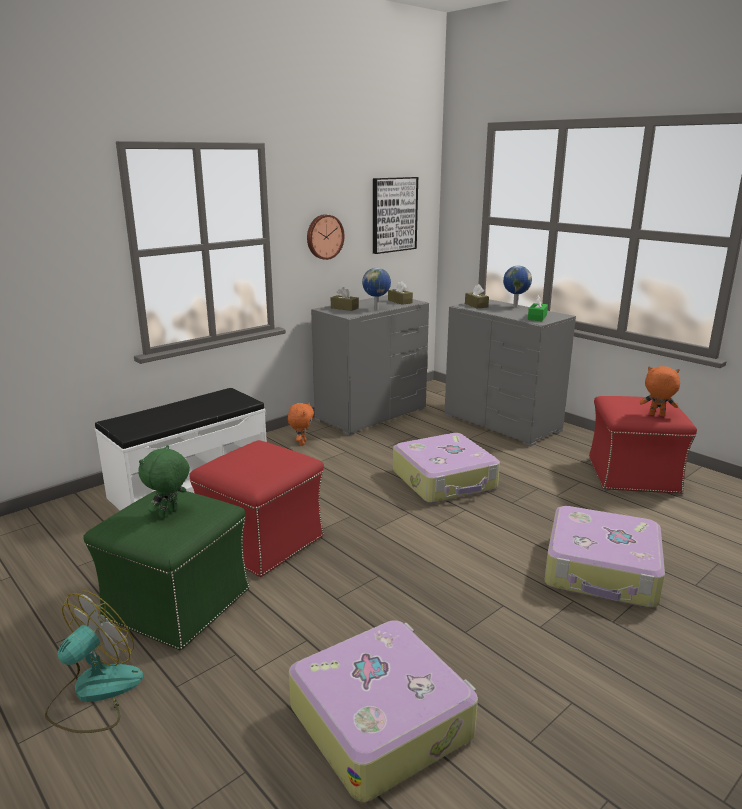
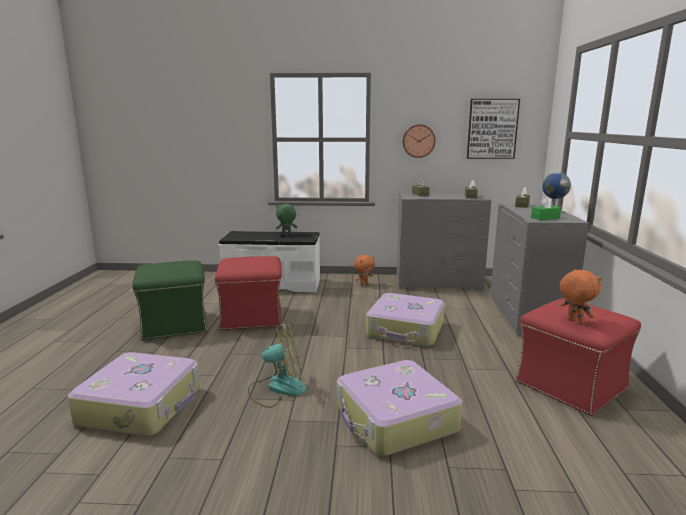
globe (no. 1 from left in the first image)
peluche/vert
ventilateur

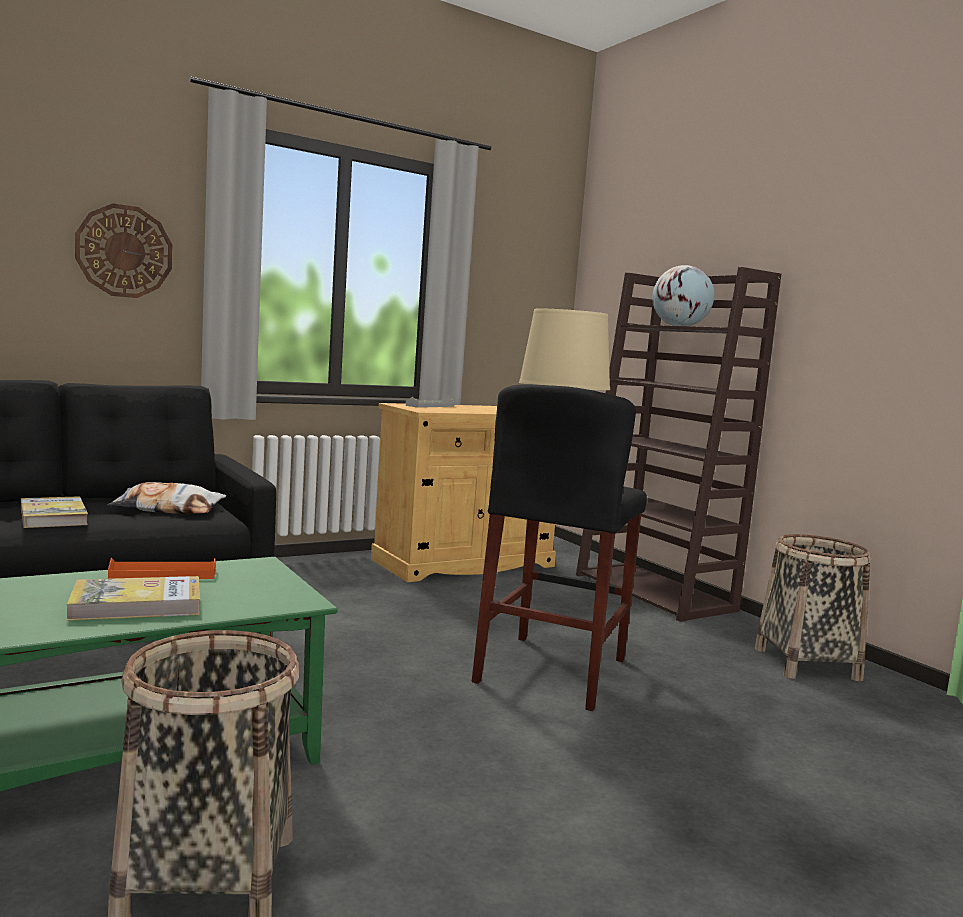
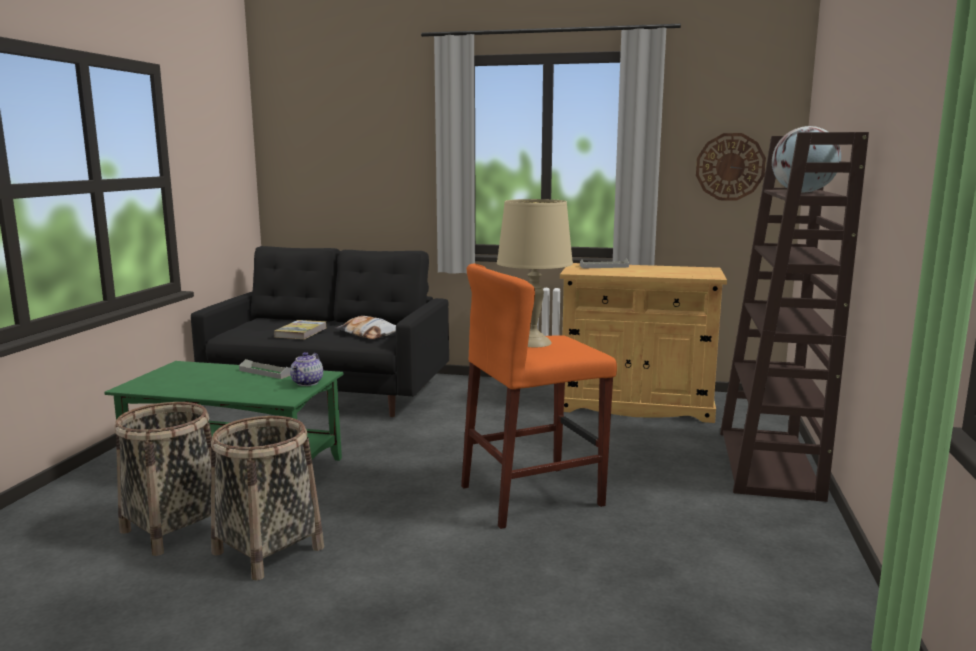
horloge murale
tabouret/orange
panier (no. 2 from left)
plateau/gris (no. 1 from left)
livre (no. 2 from left in the first image)
théière

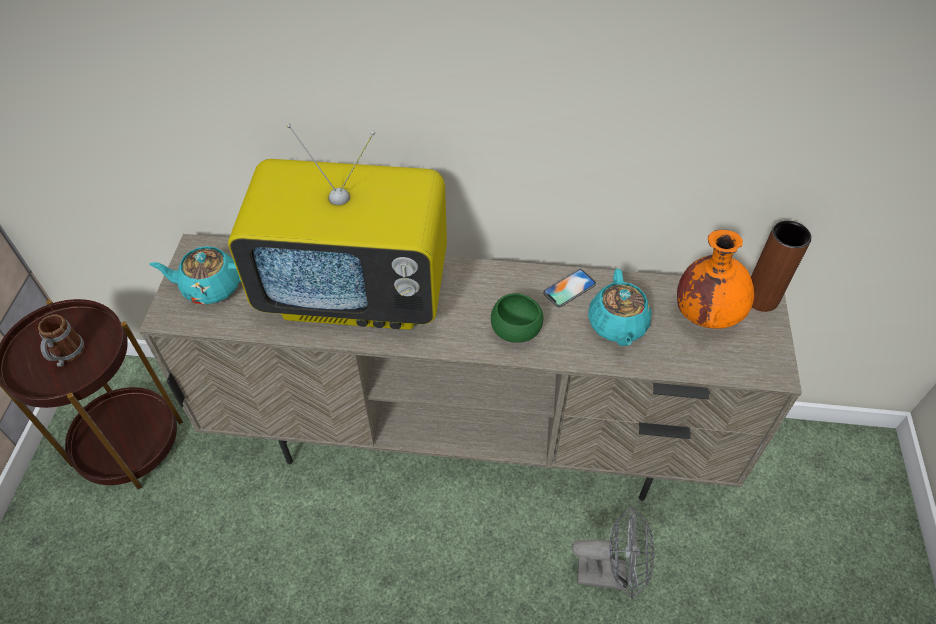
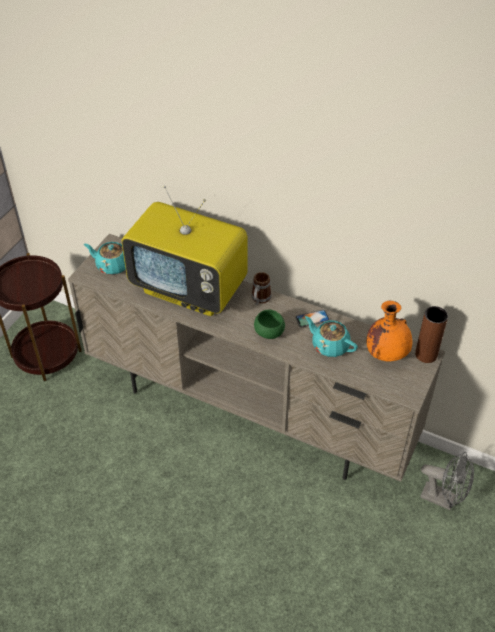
théière/turquoise (no. 2 from left)
mug
ventilateur/gris

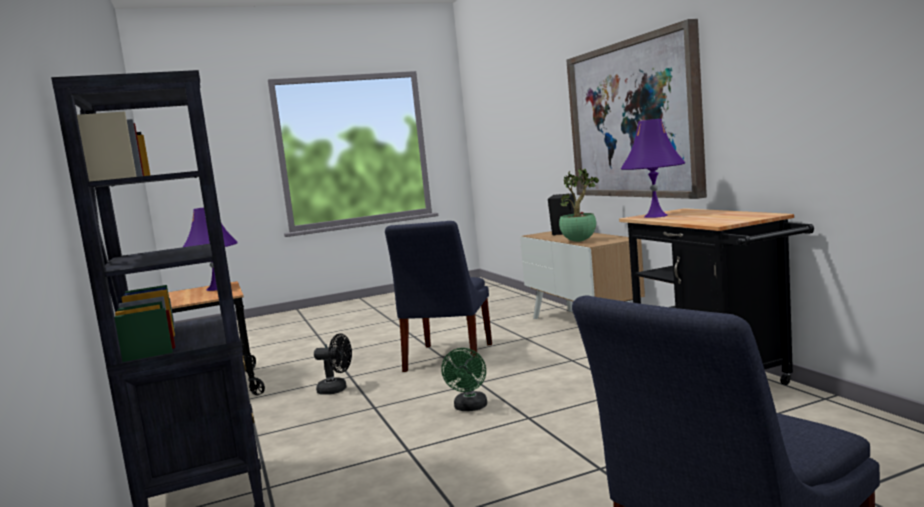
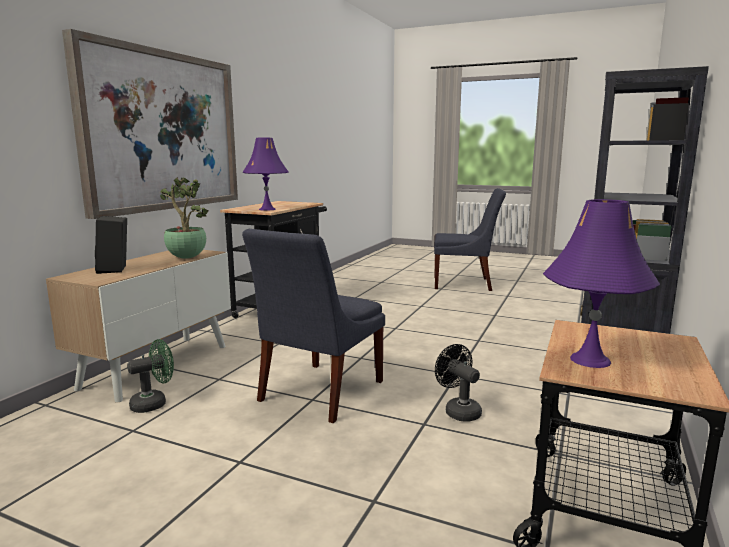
chaise/bleu (no. 1 from left)
ventilateur/vert

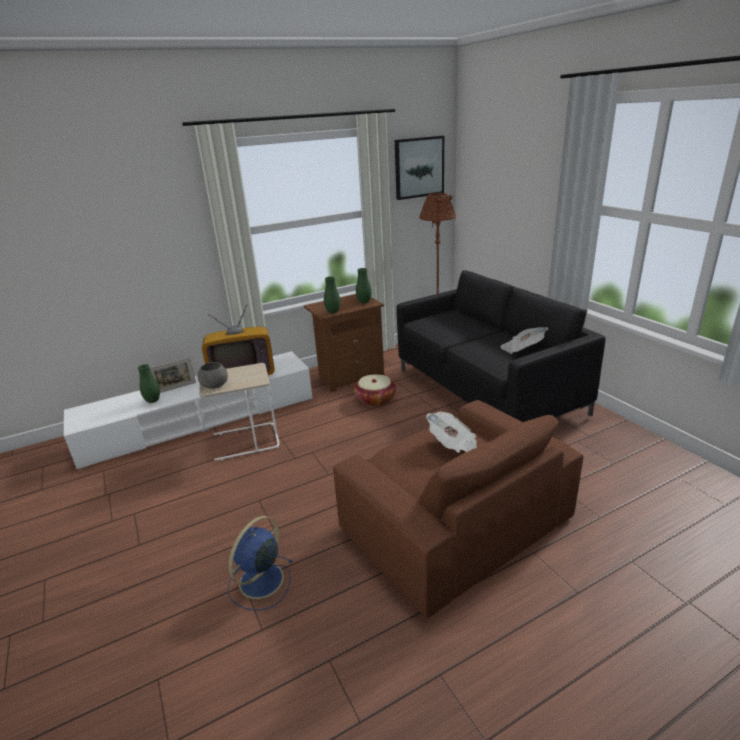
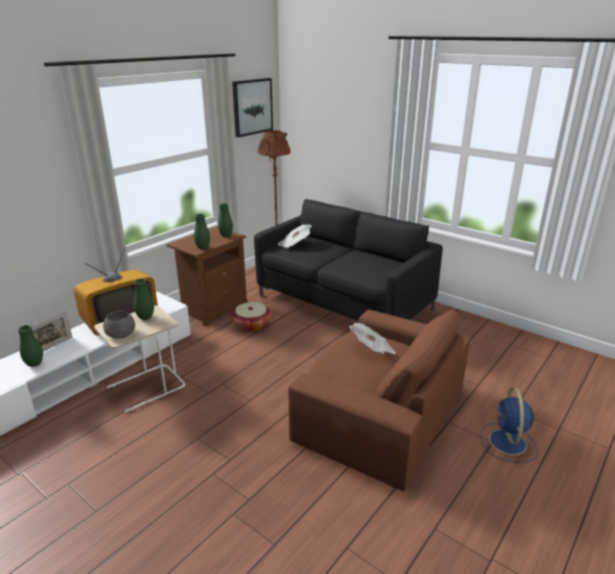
journal (no. 1 from left)
ventilateur/bleu
vase/vert (no. 2 from left)

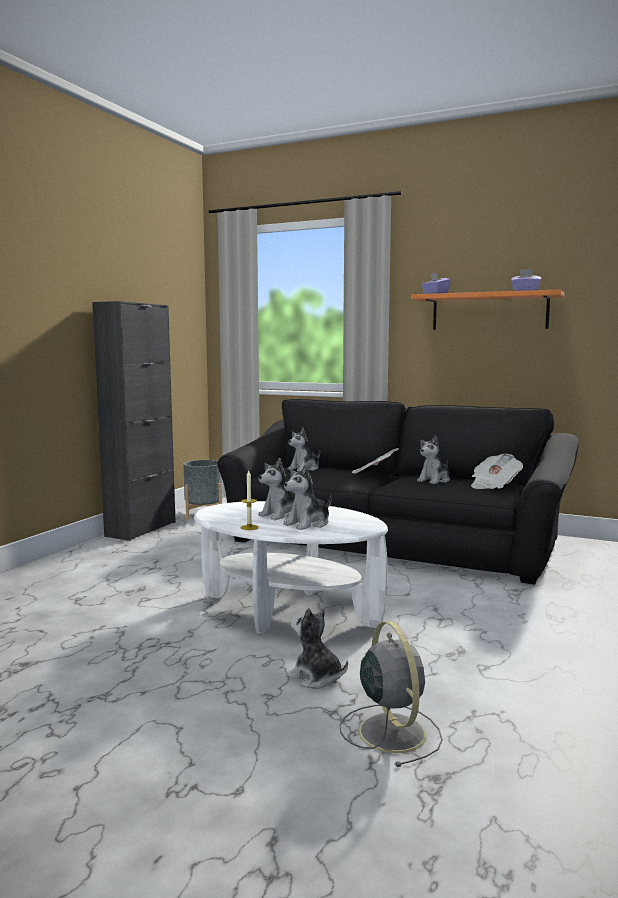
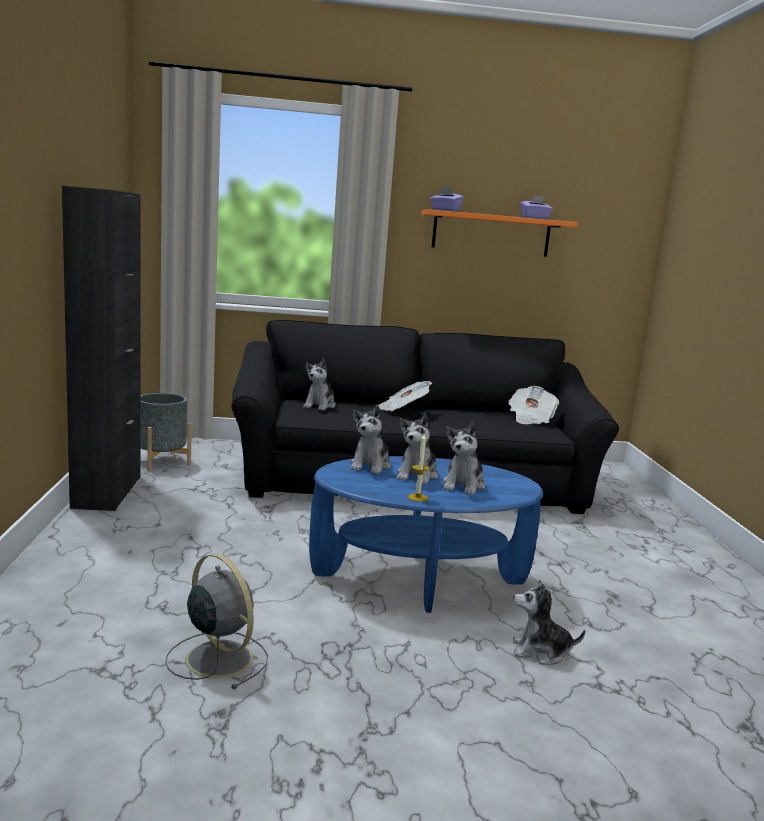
peluche (no. 2 from left)
table basse/bleu
ventilateur/gris

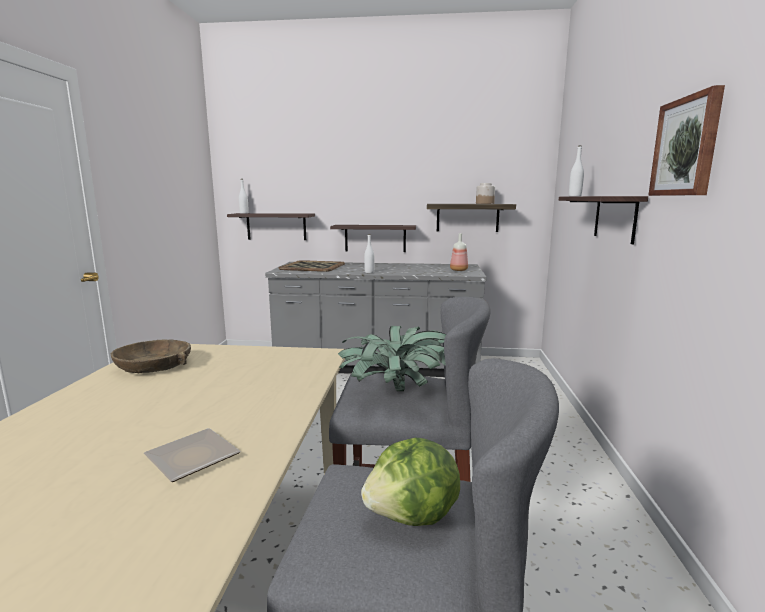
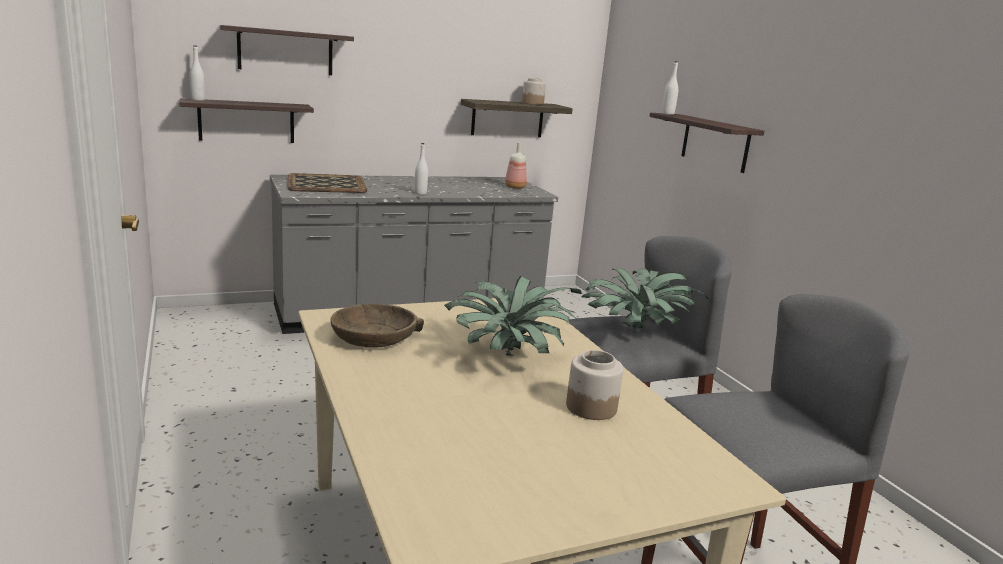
tableau
étagère (no. 2 from left)
bocal (no. 2 from left)
laitue
plante en pot (no. 1 from left)

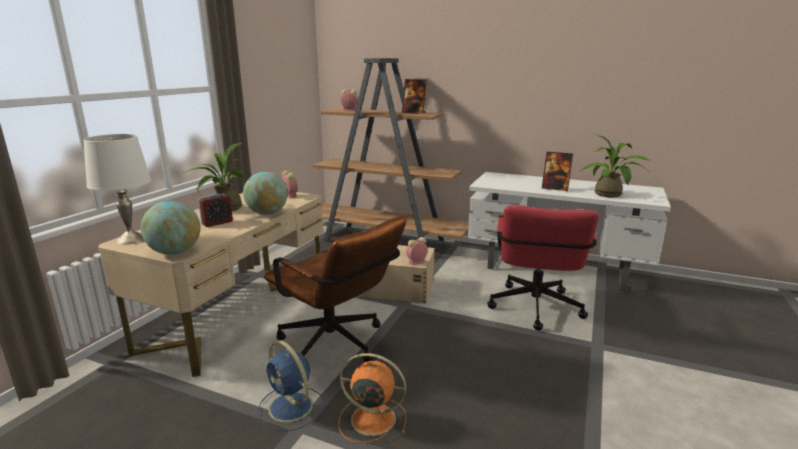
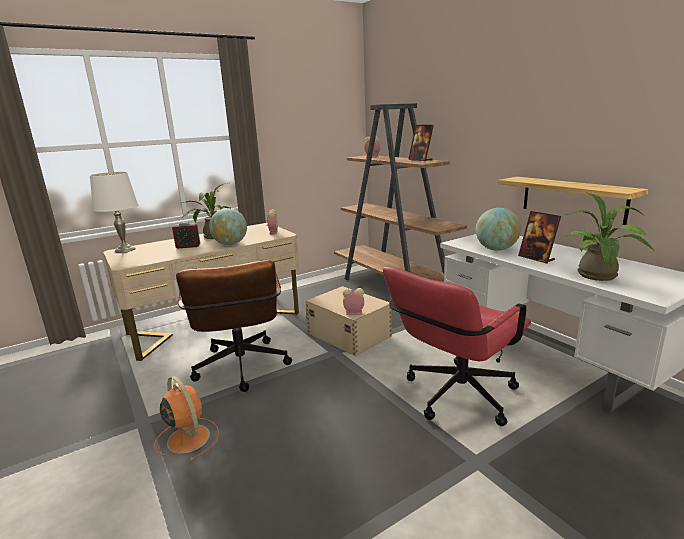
globe (no. 2 from left)
ventilateur/bleu
étagère

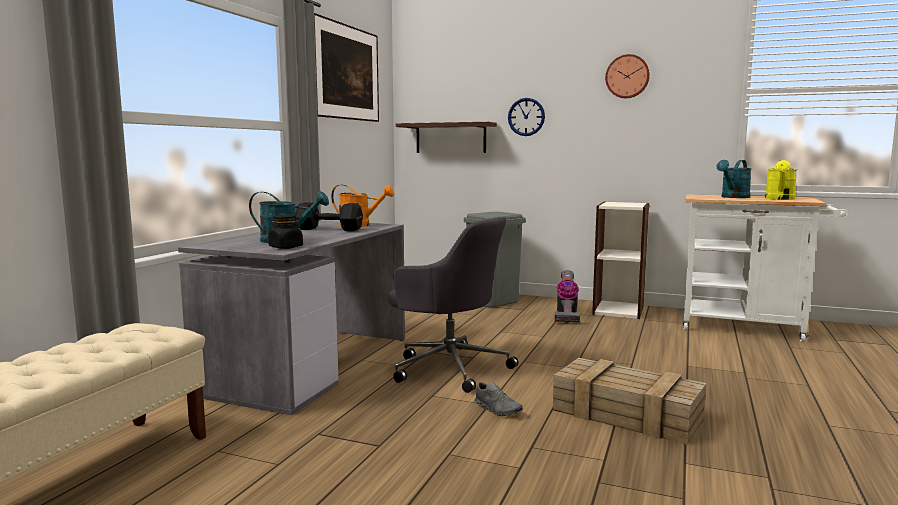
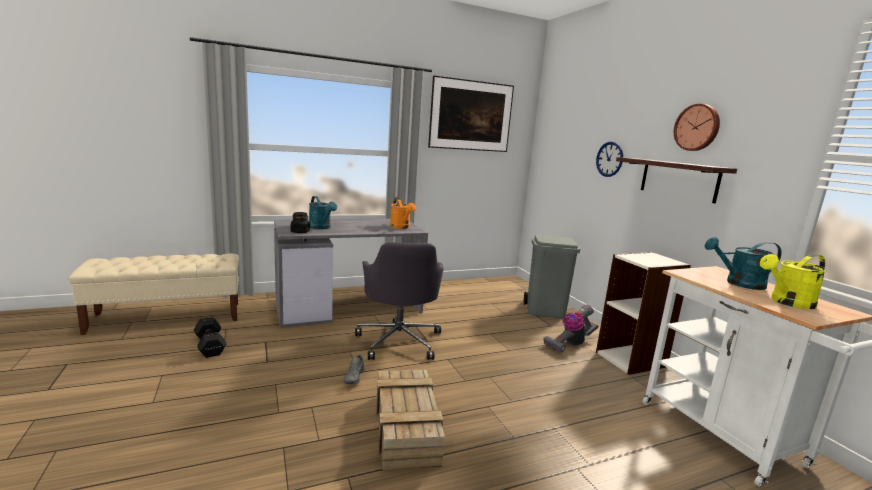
étagère
haltère/noir

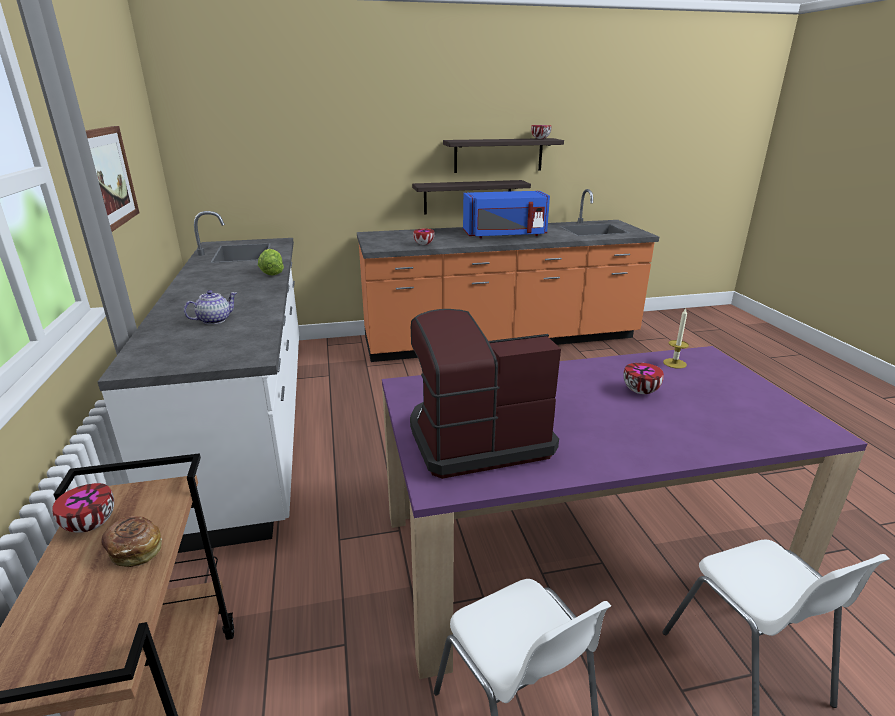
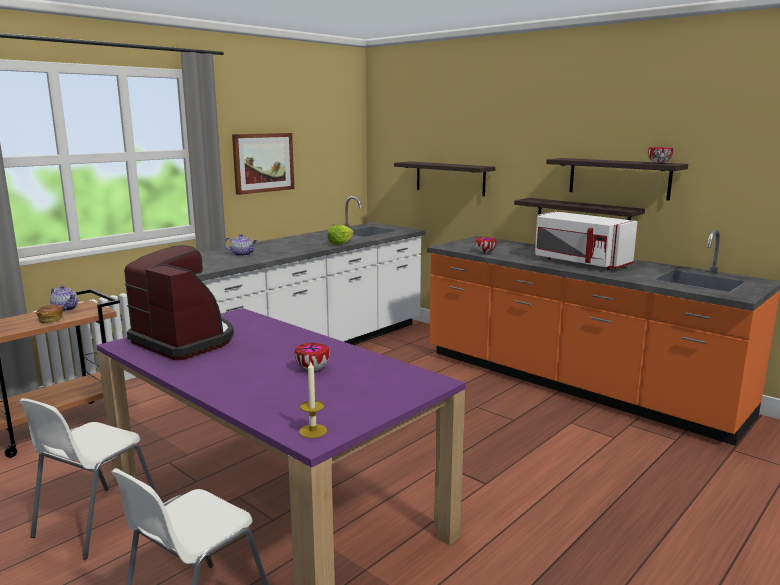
micro-ondes/blanc
bougie
théière (no. 1 from left)
étagère (no. 1 from left)

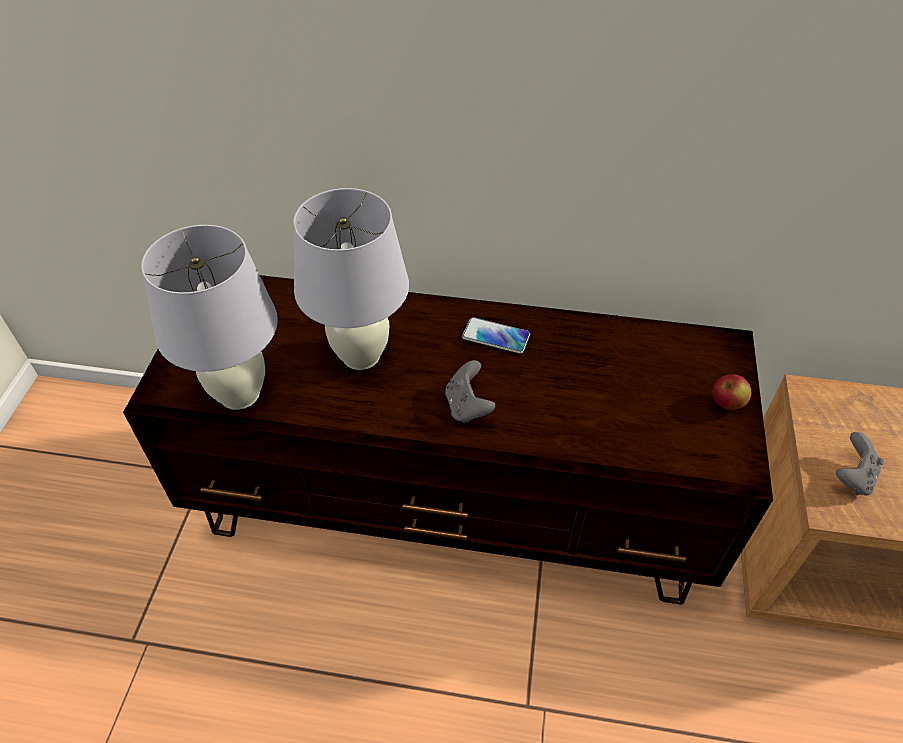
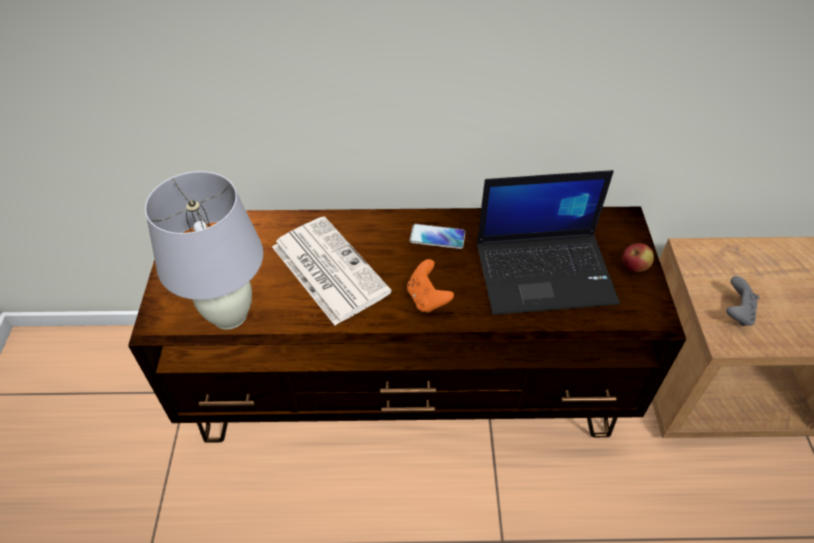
journal
manette/orange
ordinateur portable

